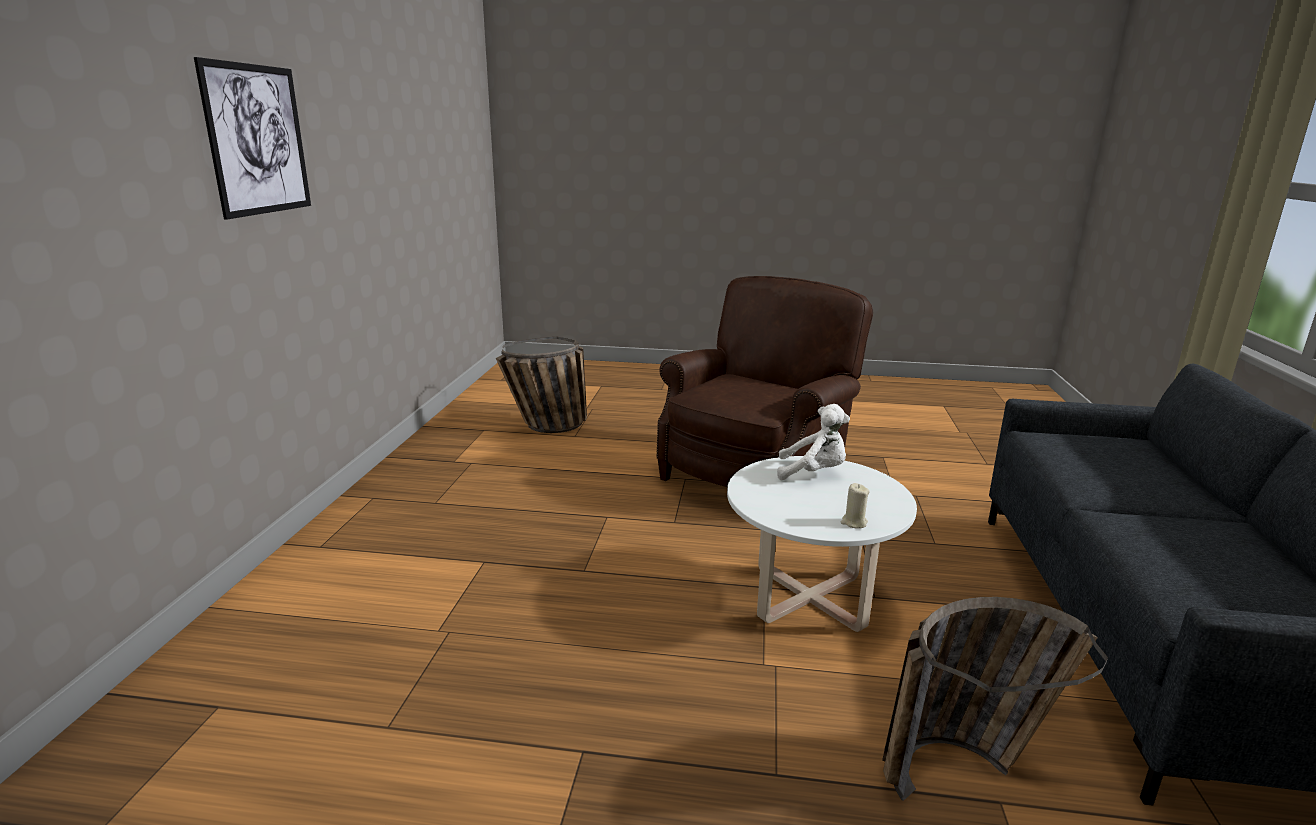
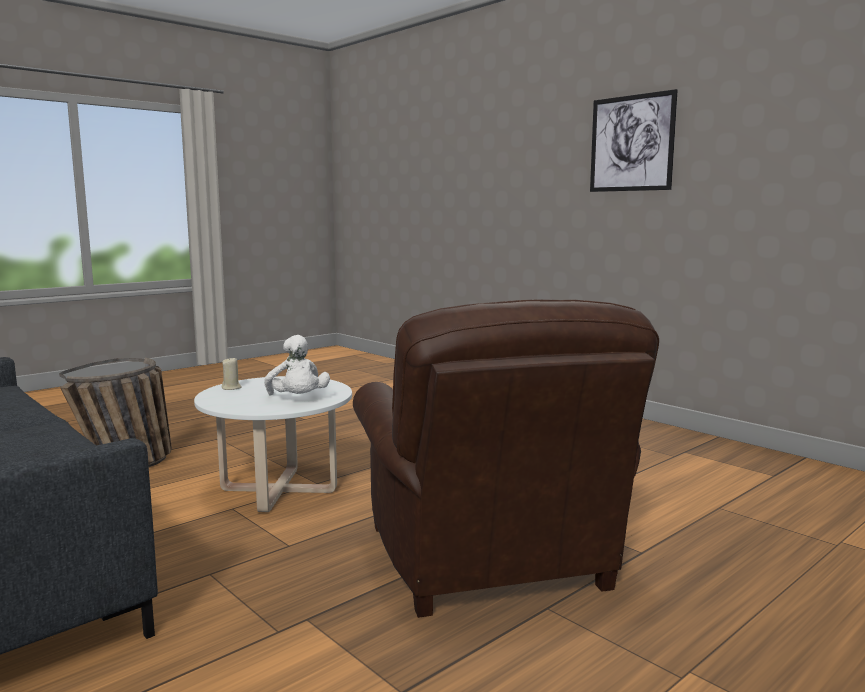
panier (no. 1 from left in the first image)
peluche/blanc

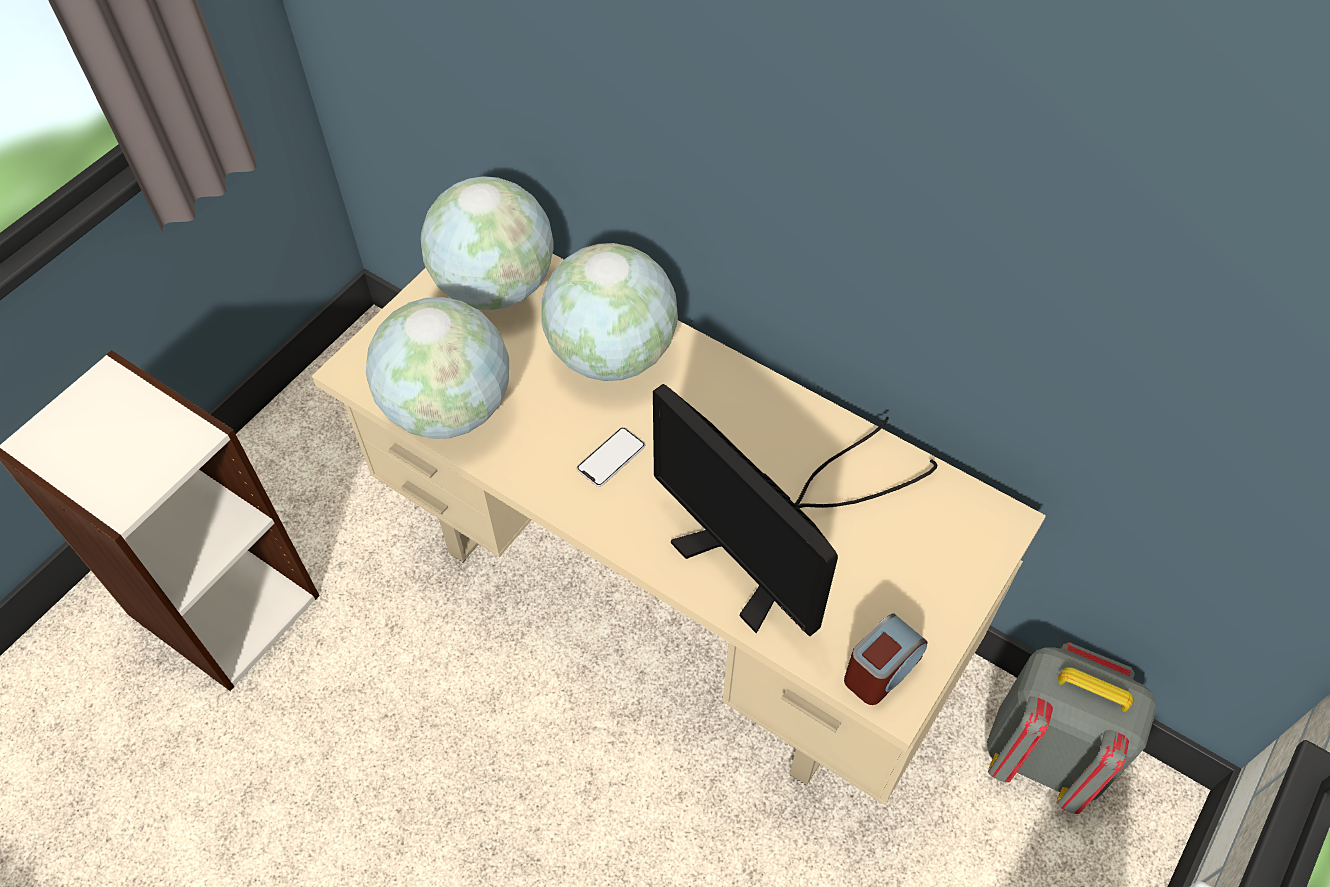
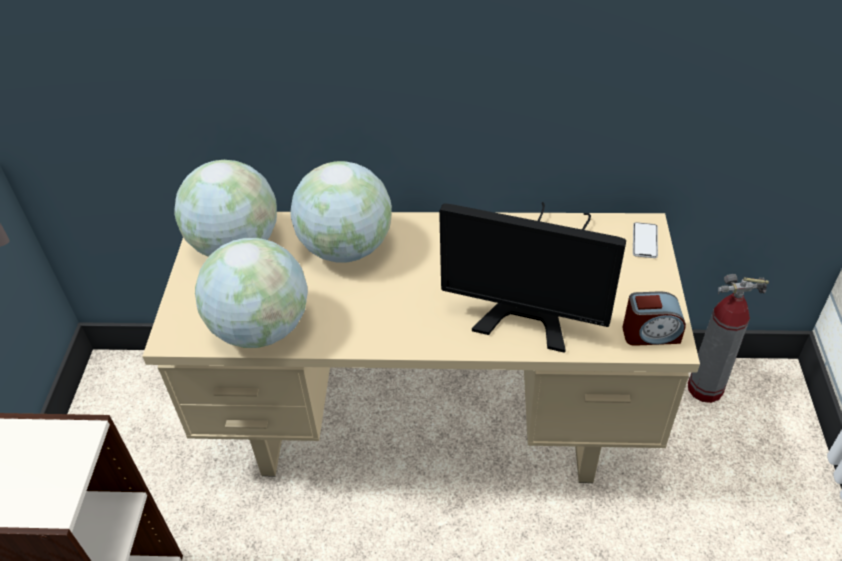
téléphone
réveil
extincteur

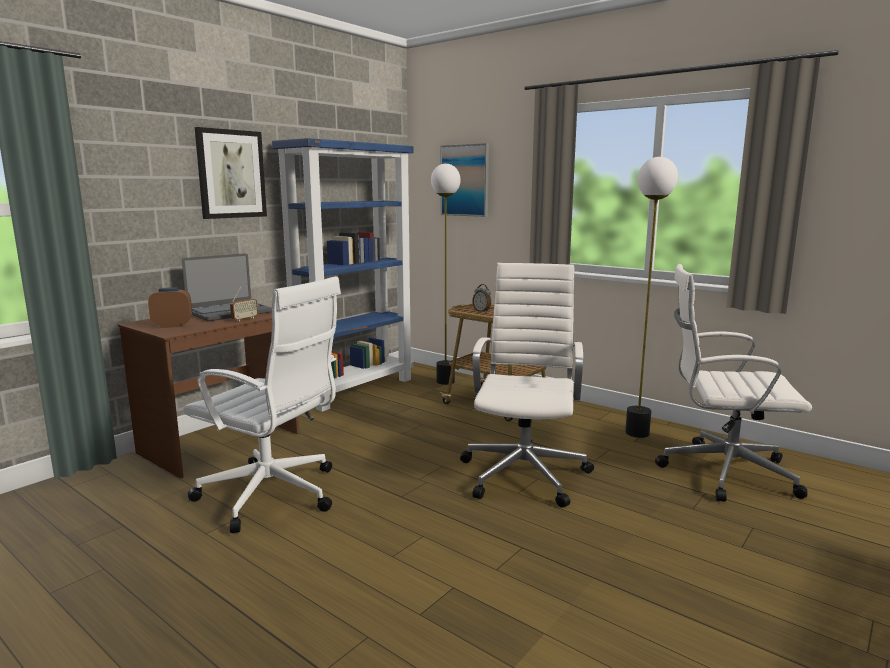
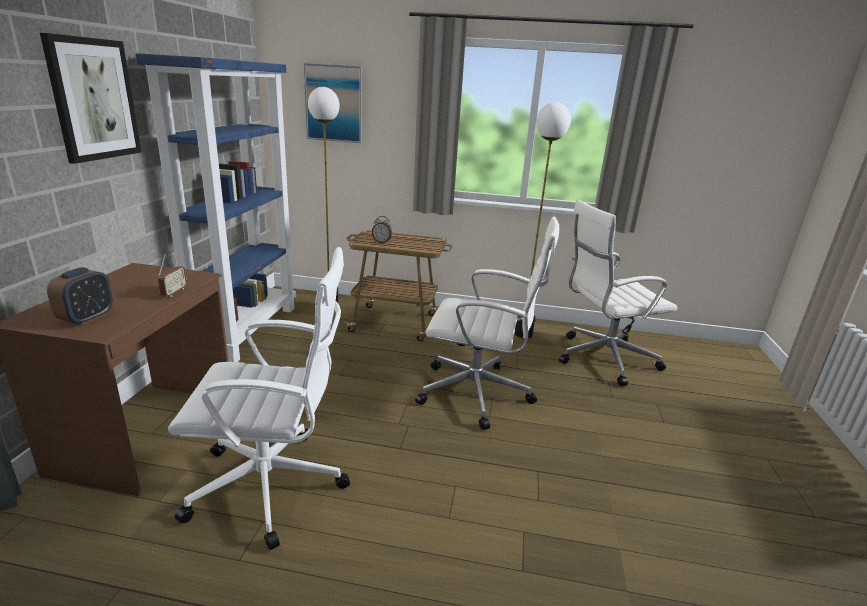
ordinateur portable
chaise de bureau/blanc (no. 2 from left)
réveil (no. 1 from left)

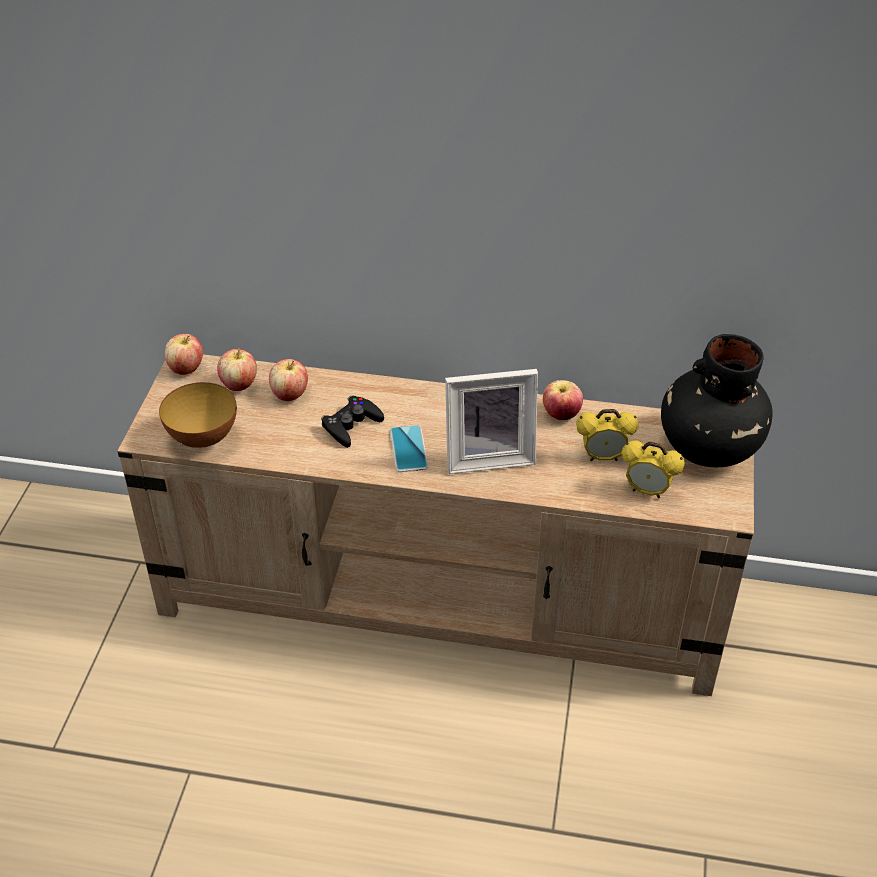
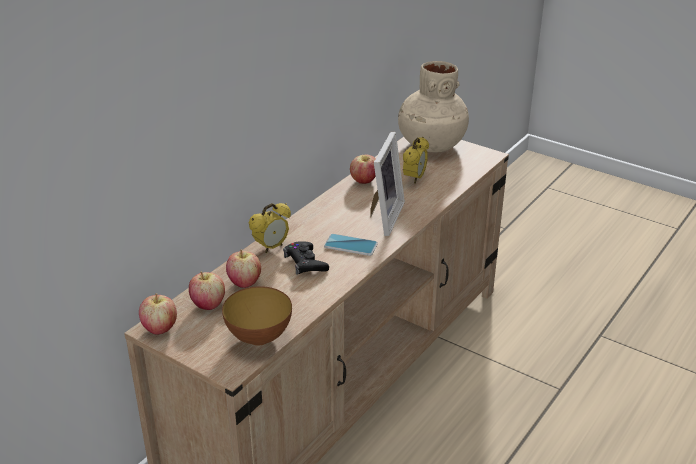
vase/beige
réveil (no. 1 from left)

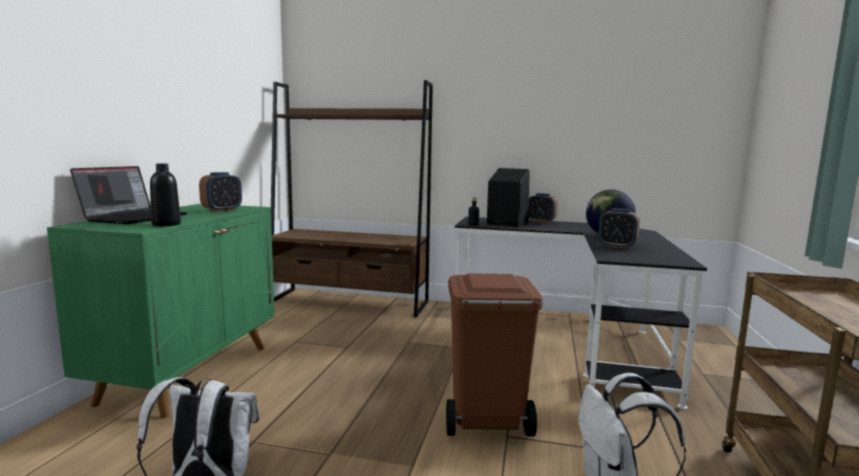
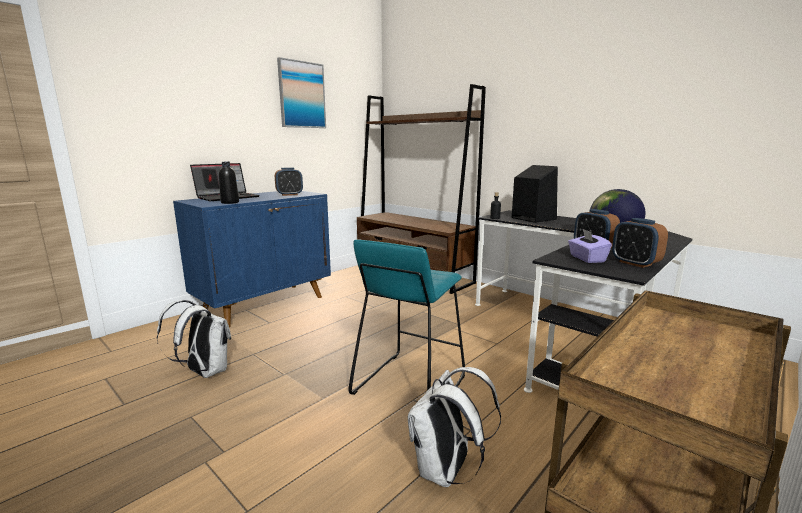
réveil (no. 3 from left)
meuble de rangement/bleu
tabouret/turquoise
tableau
boîte à mouchoirs/violet

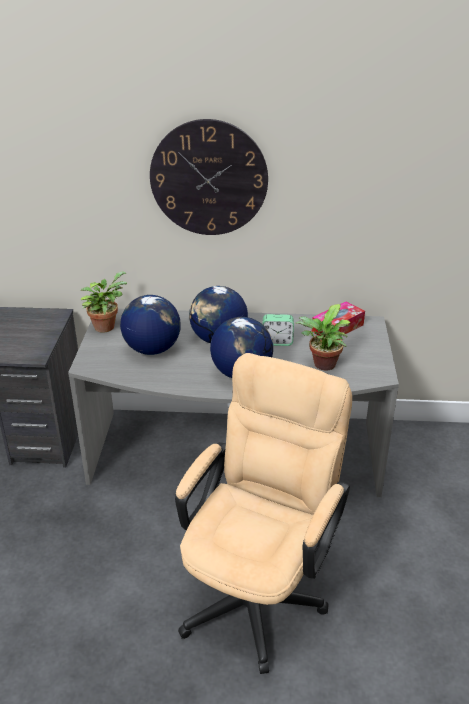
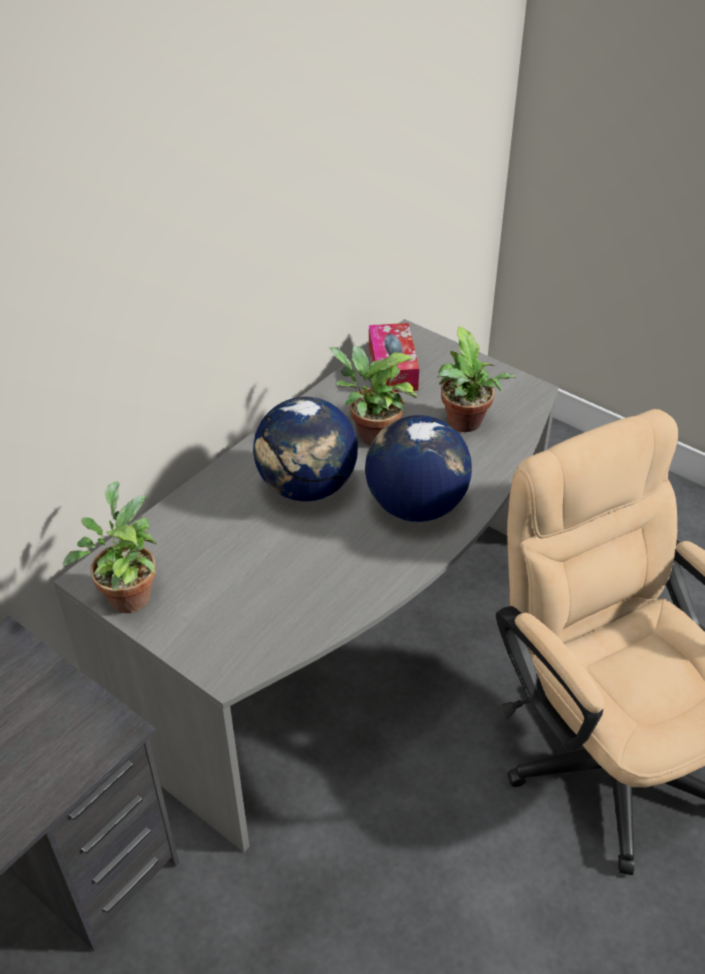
horloge murale
globe (no. 1 from left in the first image)
plante en pot (no. 2 from left)

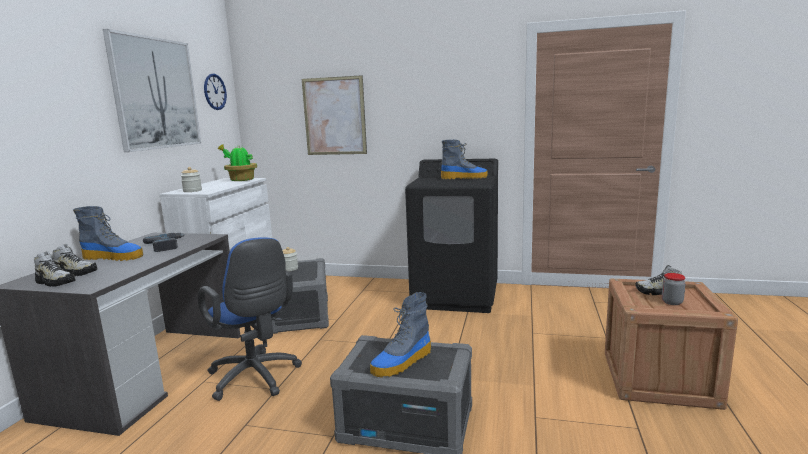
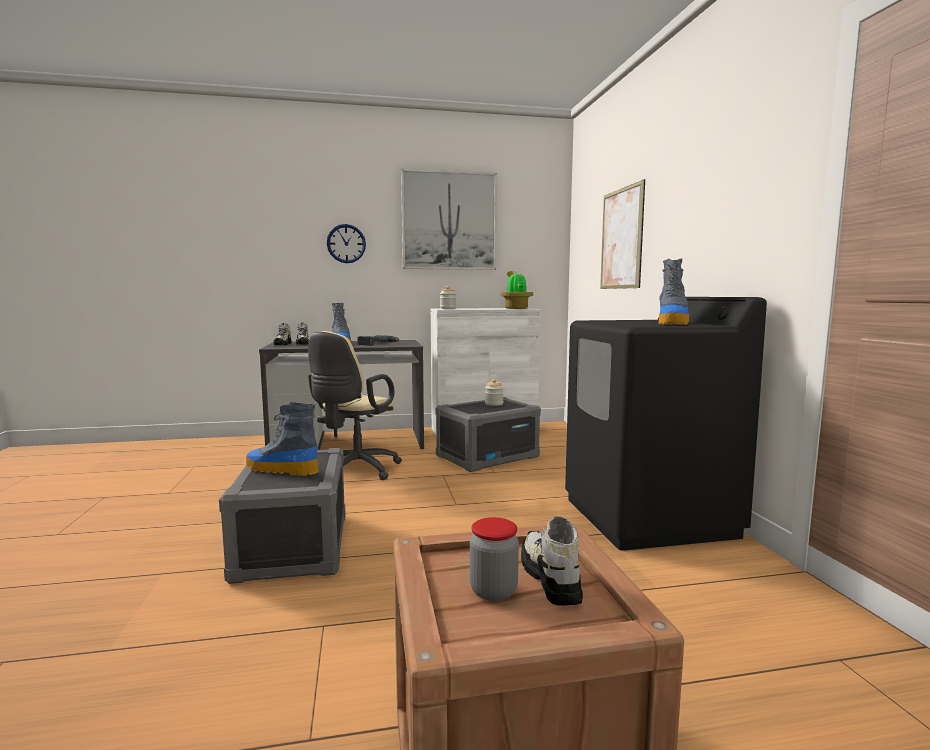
horloge murale
botte (no. 3 from left)
chaise de bureau/beige

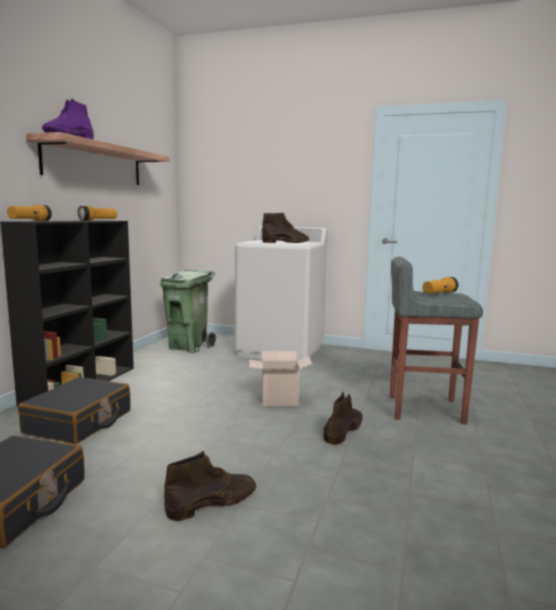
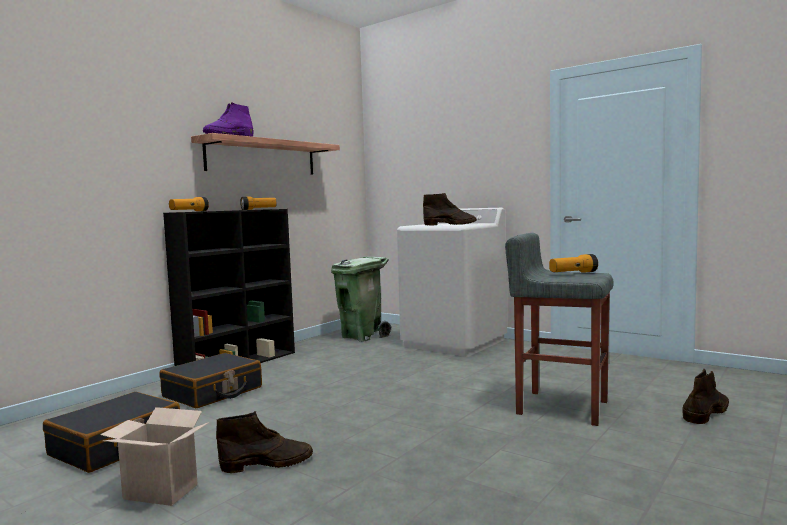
carton
botte/marron (no. 3 from left)

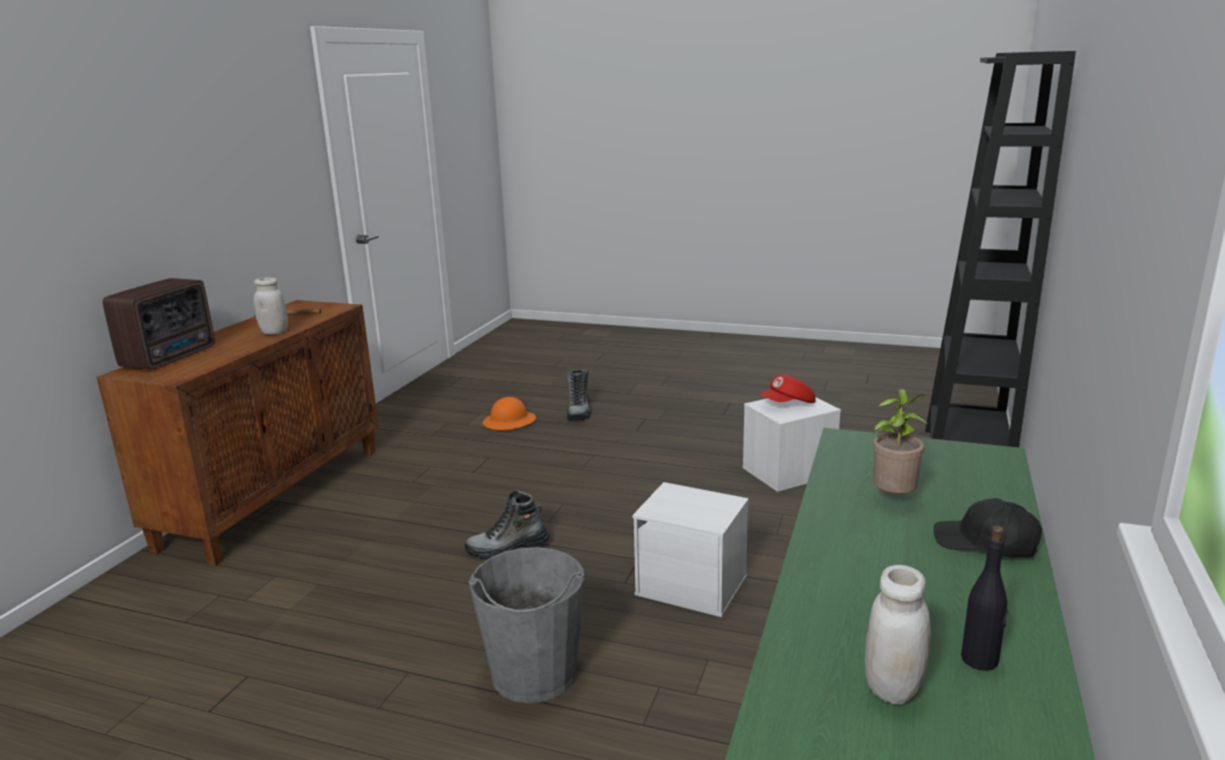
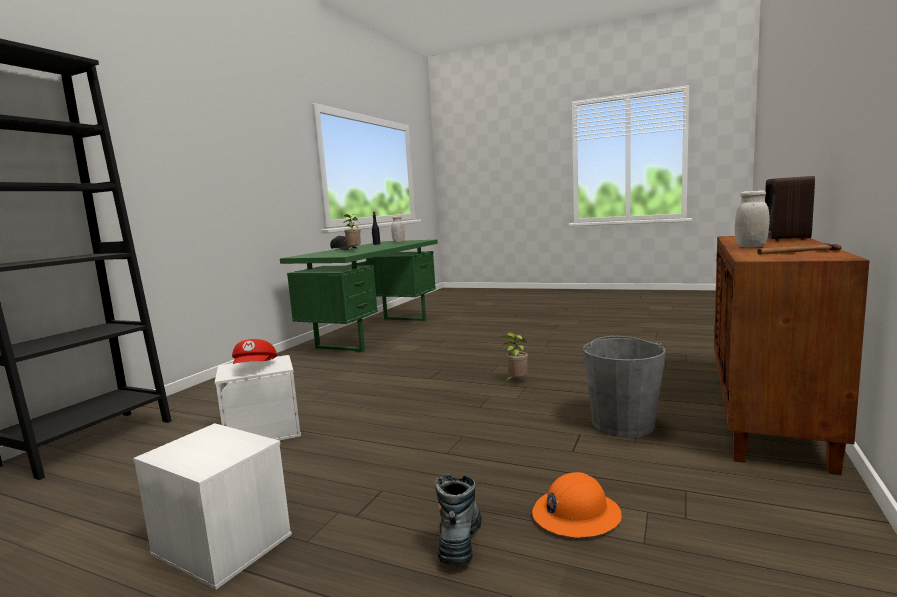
casquette/rouge
boîte de rangement/blanc (no. 1 from left)
plante en pot (no. 2 from left)
seau/gris

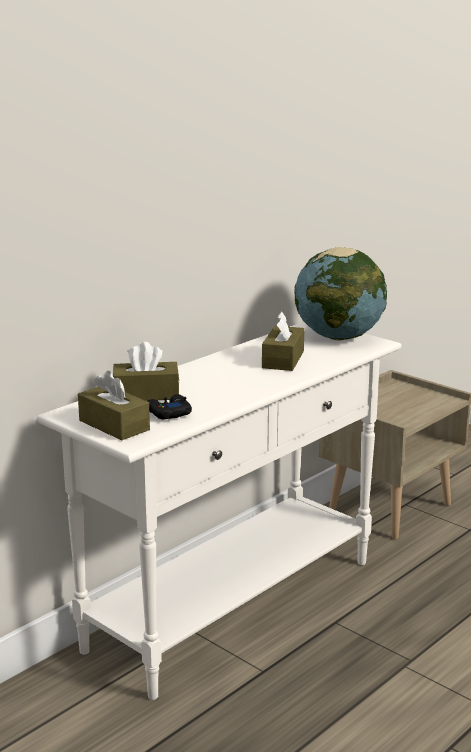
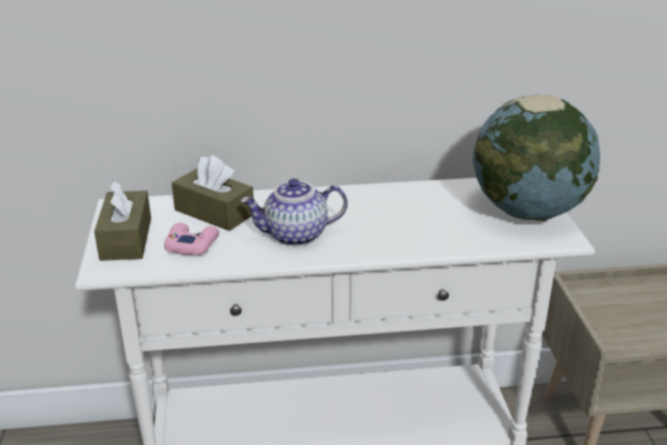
boîte à mouchoirs/marron (no. 3 from left in the first image)
manette/rose
théière

